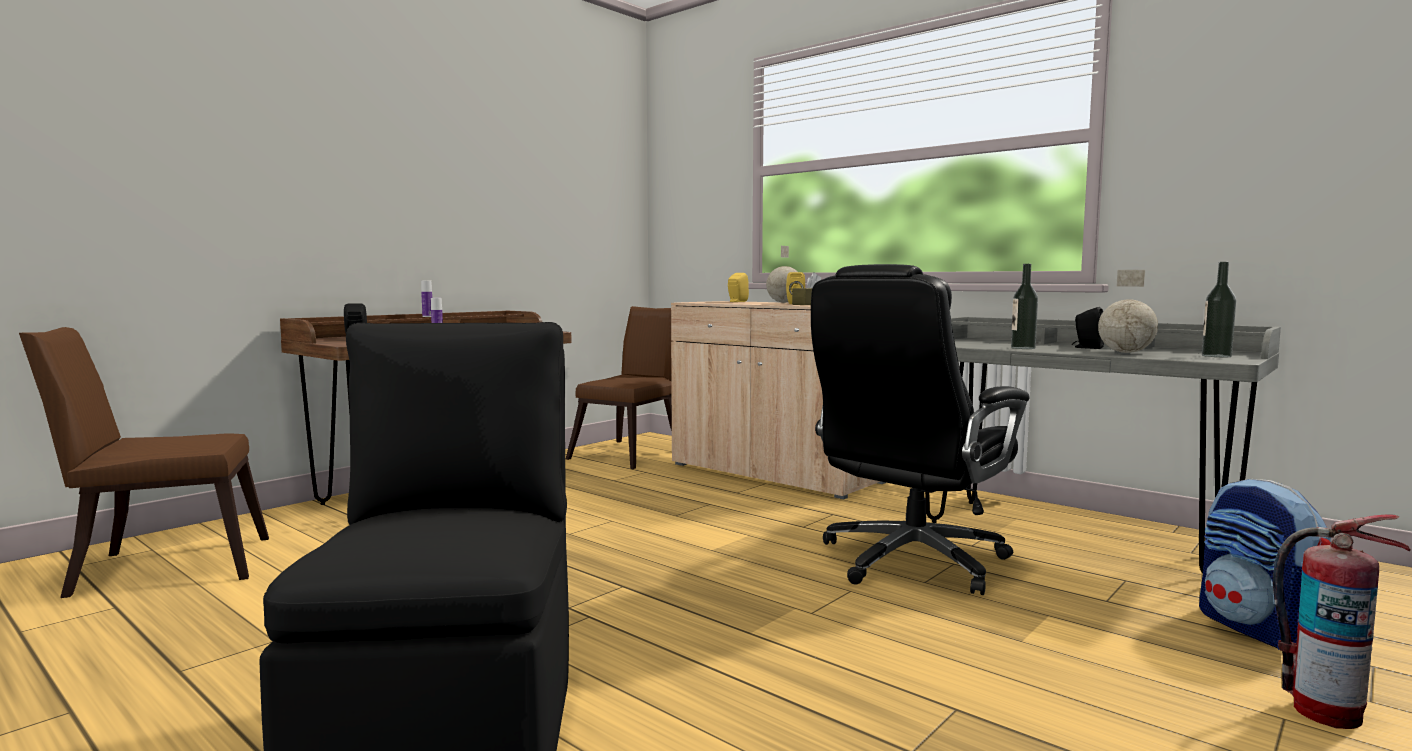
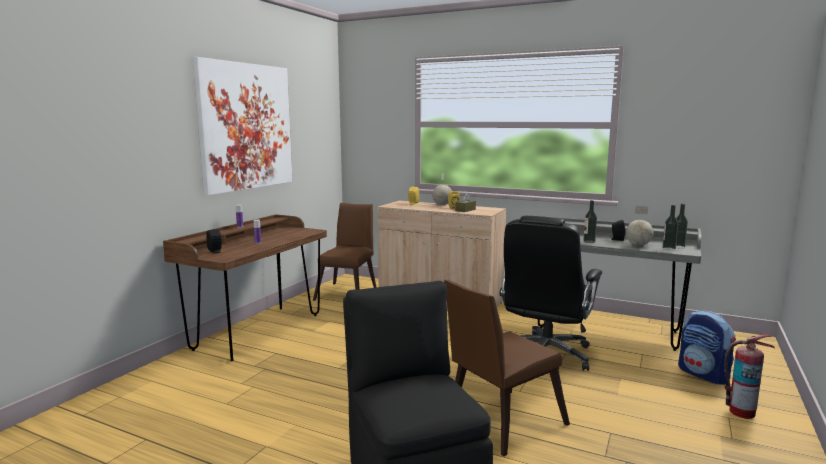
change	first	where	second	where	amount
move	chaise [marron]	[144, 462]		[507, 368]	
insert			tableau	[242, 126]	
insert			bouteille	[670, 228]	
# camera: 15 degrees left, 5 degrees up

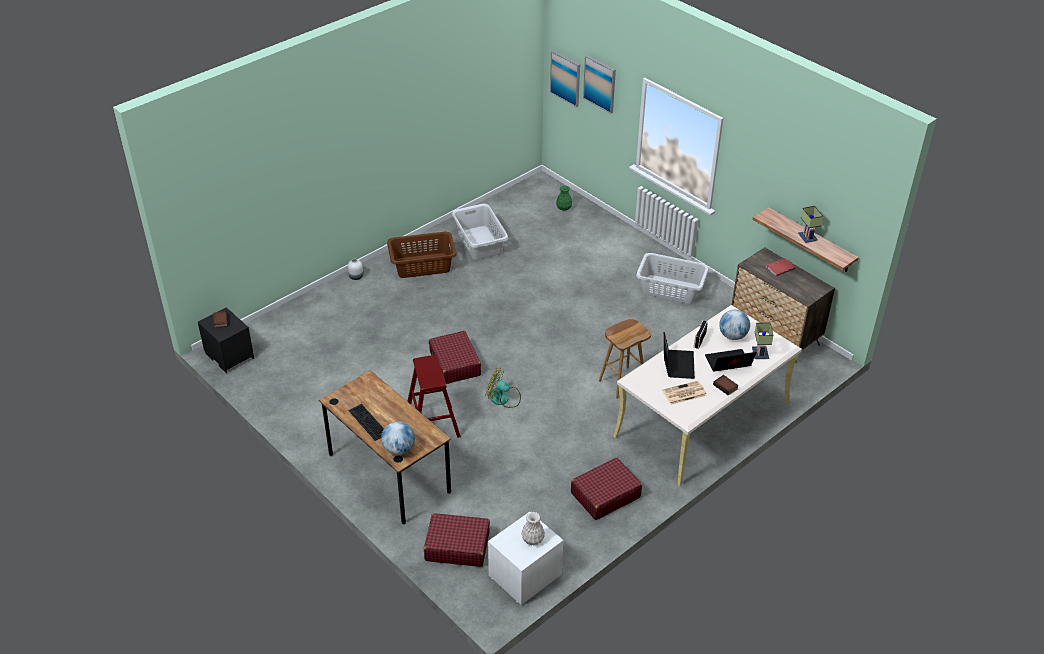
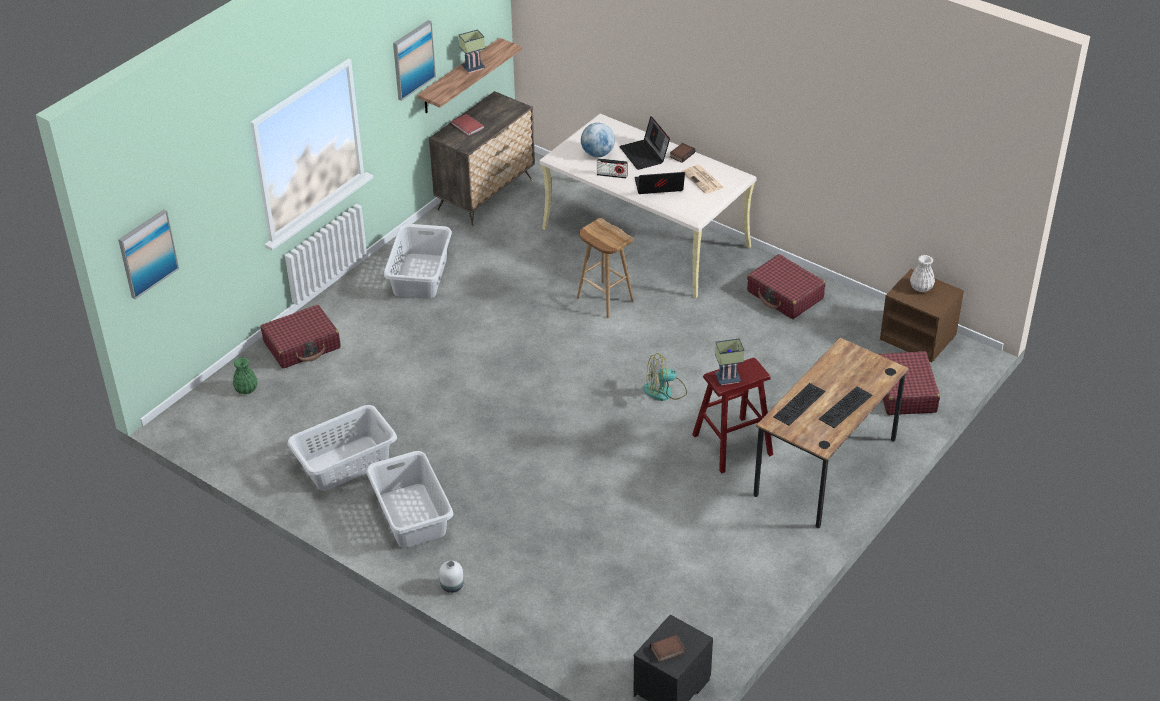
change	first	where	second	where	amount
delete	globe	[398, 438]			
recolor	panier à linge [marron]	[422, 255]	panier à linge [gris]	[409, 499]	
move	valise [rouge]	[455, 357]		[300, 337]	
rotate	ventilateur	[503, 387]		[665, 377]	75 degrees clockwise
recolor	table de chevet [blanc]	[525, 558]	table de chevet [marron]	[922, 315]	
move	tableau	[599, 84]		[414, 60]	
move	lampe de table	[763, 341]		[729, 361]	
insert			clavier	[799, 404]	
# camera: 100 degrees left, 0 degrees up

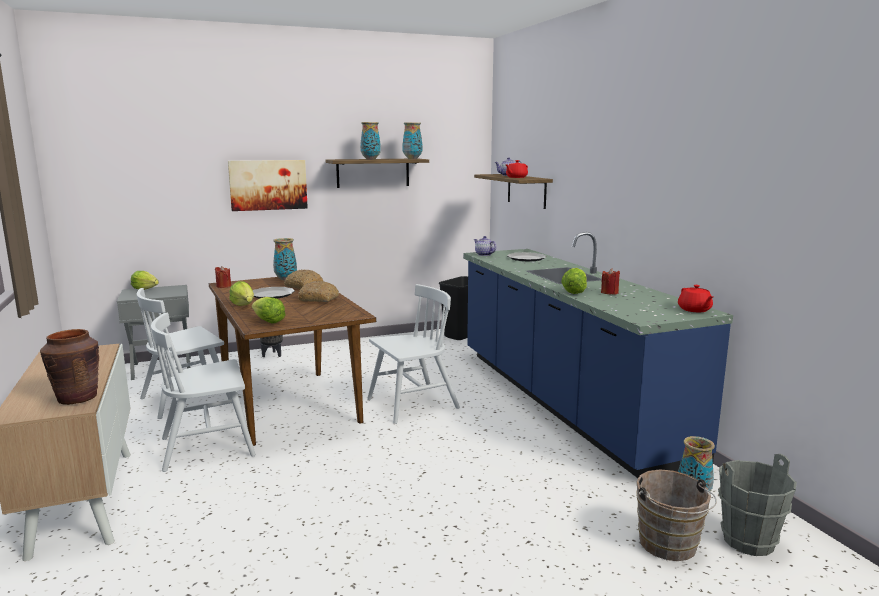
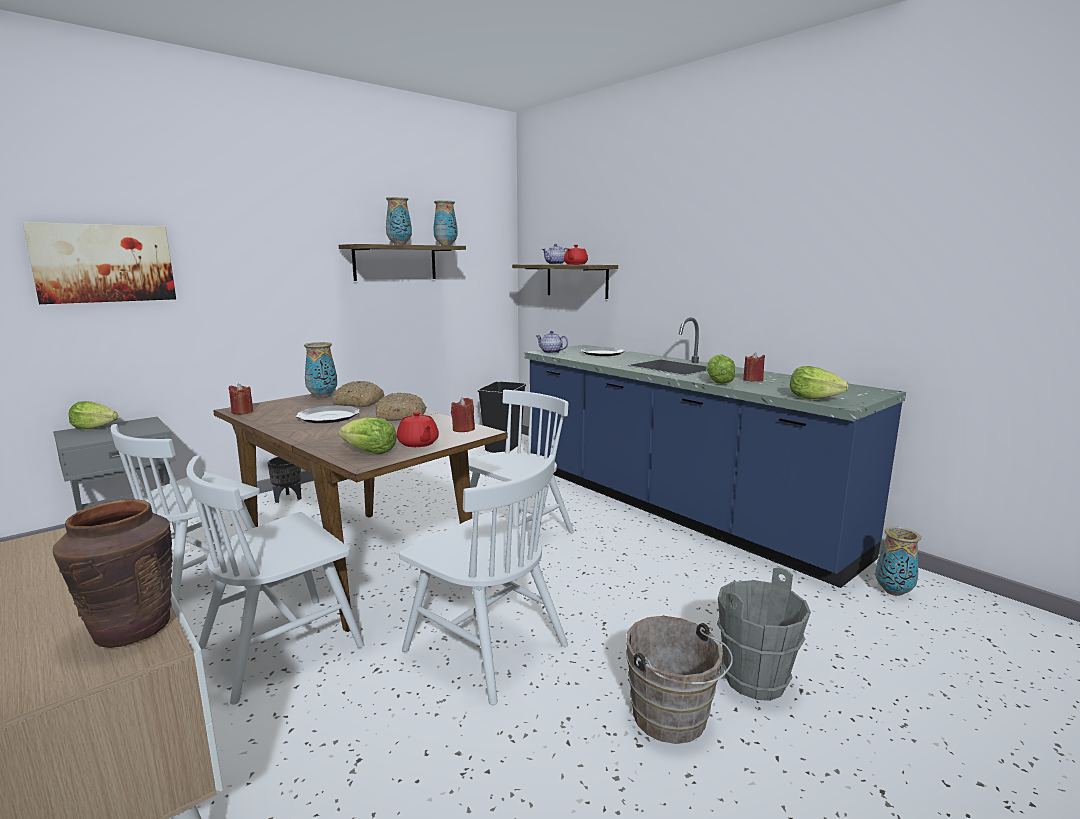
change	first	where	second	where	amount
move	tableau	[268, 185]		[99, 263]	
move	laitue	[241, 293]		[819, 382]	
move	seau [marron]	[676, 515]		[679, 680]	
move	théière [rouge]	[695, 298]		[417, 429]	
move	seau [gris]	[757, 505]		[764, 634]	
insert			chaise [blanc]	[483, 580]	
insert			bougie [rouge]	[463, 414]	
# camera: 20 degrees left, 0 degrees up

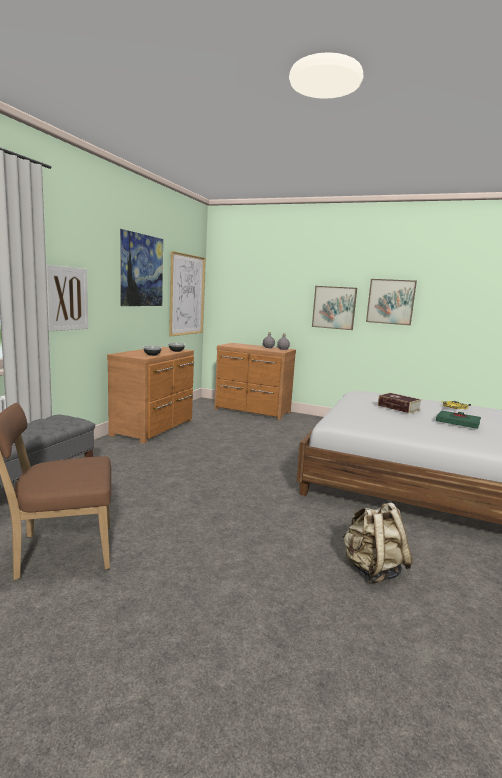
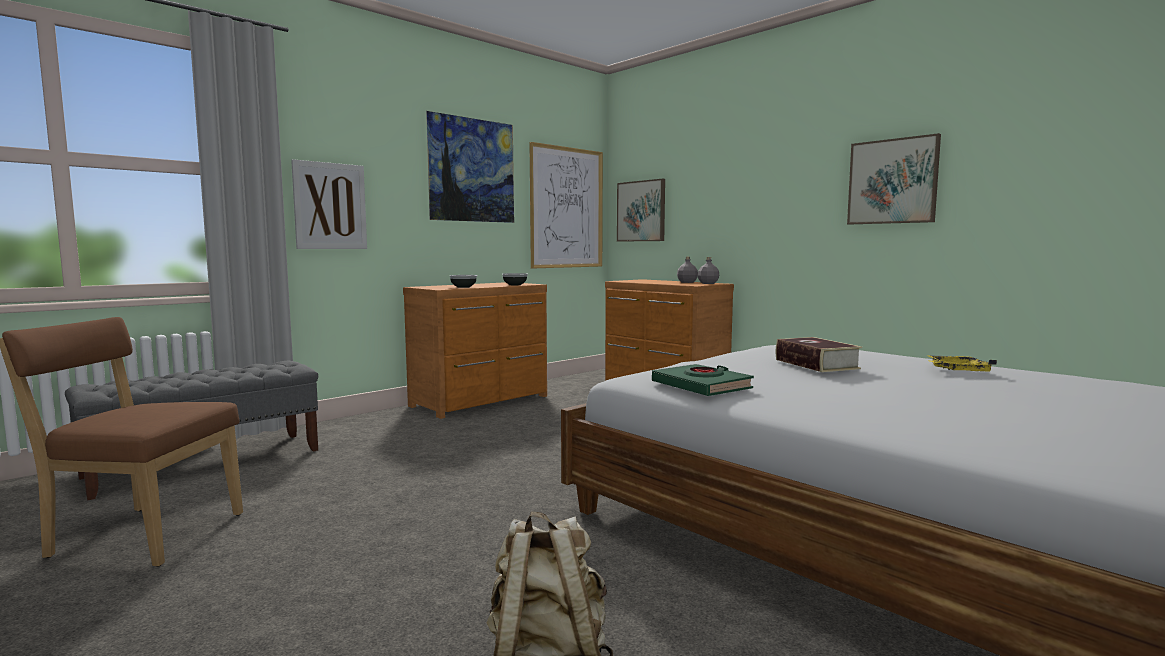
change	first	where	second	where	amount
move	tableau	[334, 308]		[641, 210]	
move	livre [vert]	[458, 419]		[703, 380]	
# camera: 25 degrees right, 5 degrees down

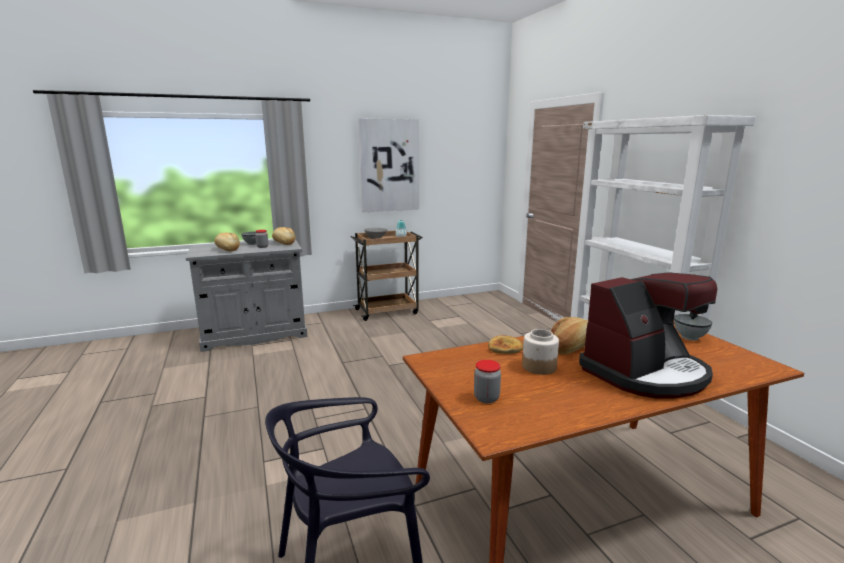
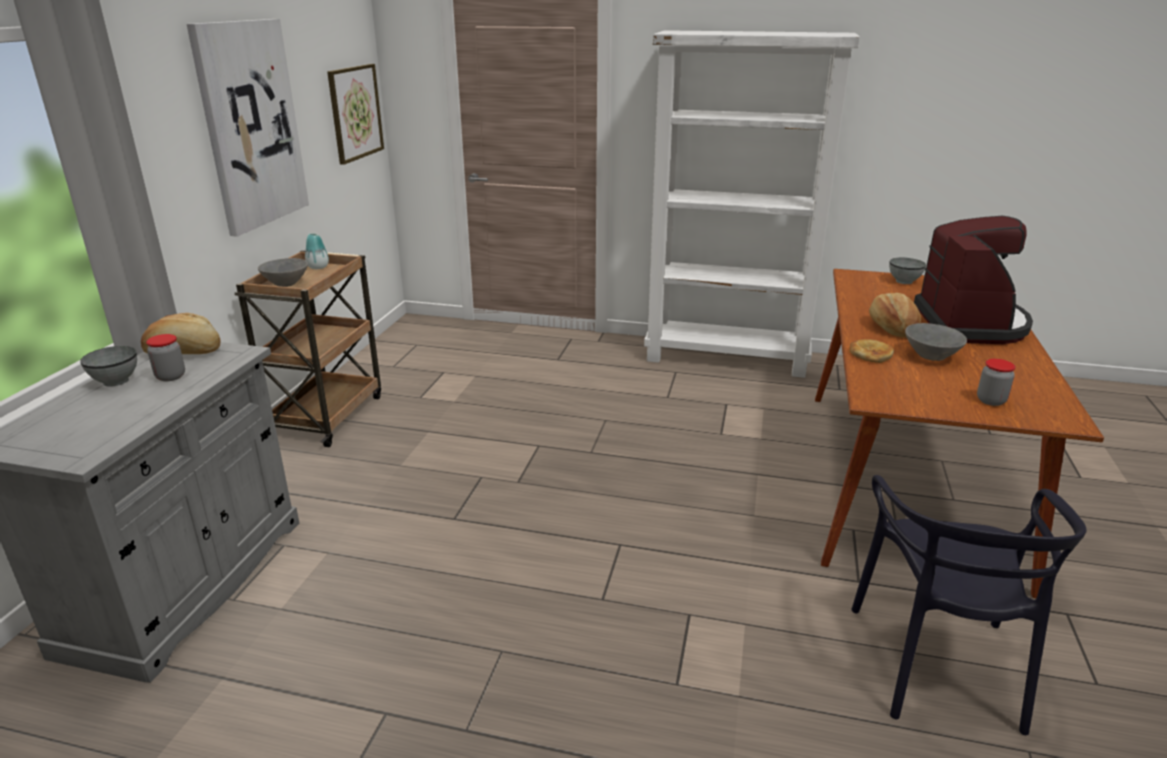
change	first	where	second	where	amount
delete	pain	[227, 242]			
replace	bocal	[540, 352]	bol [gris]	[936, 342]	
insert			tableau	[355, 114]	
# camera: 55 degrees left, 10 degrees up

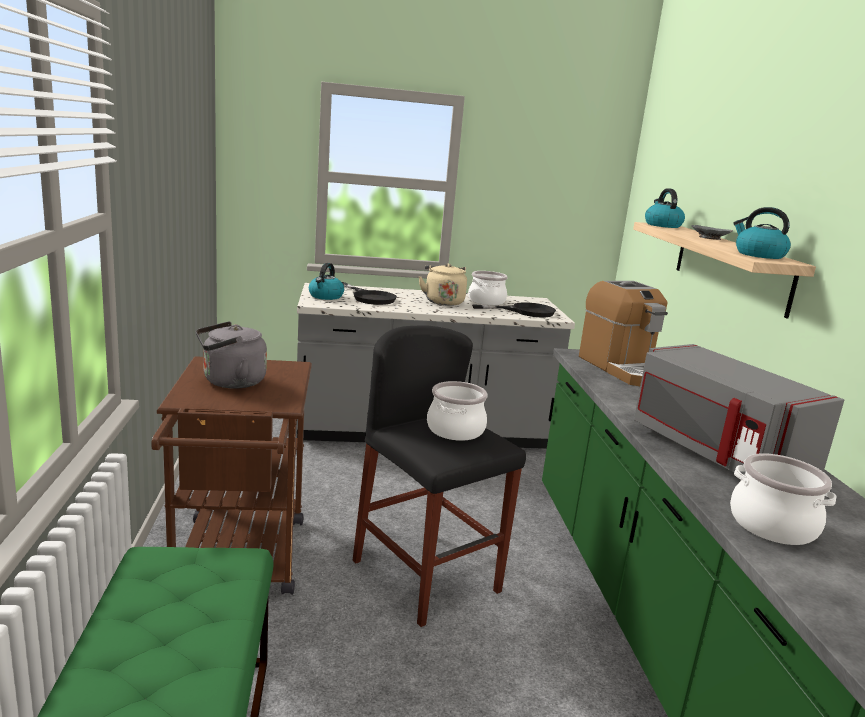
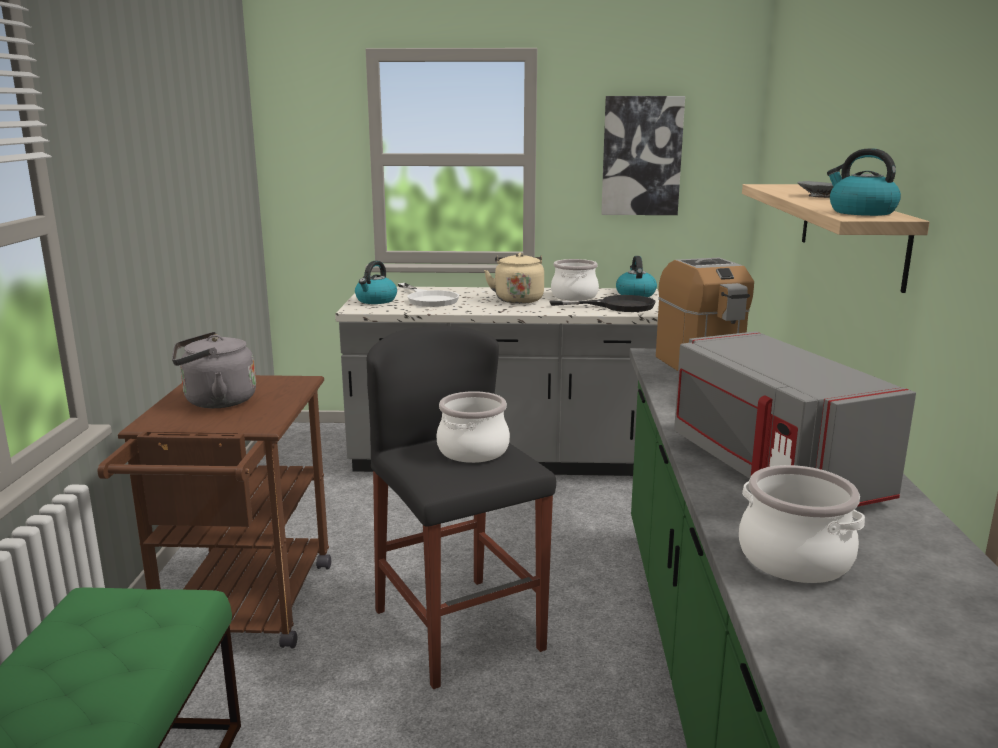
change	first	where	second	where	amount
recolor	poêle [noir]	[369, 293]	poêle [blanc]	[428, 295]	
move	bouilloire	[665, 208]		[636, 276]	
insert			tableau	[643, 155]	
# camera: 10 degrees right, 0 degrees up

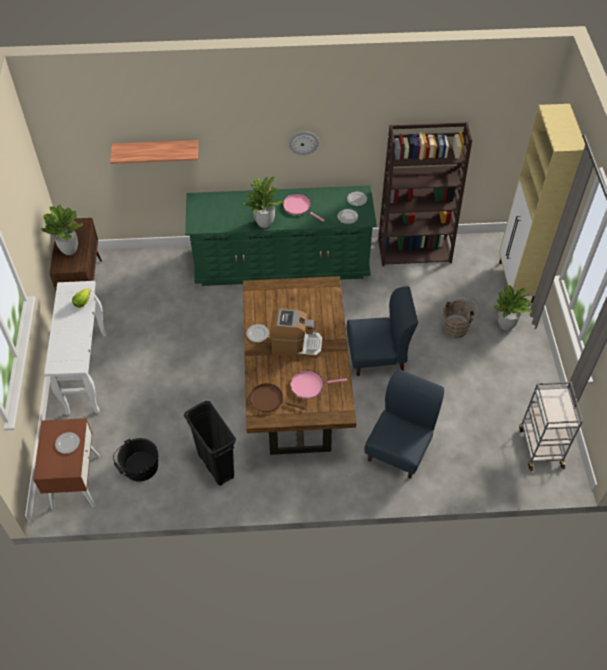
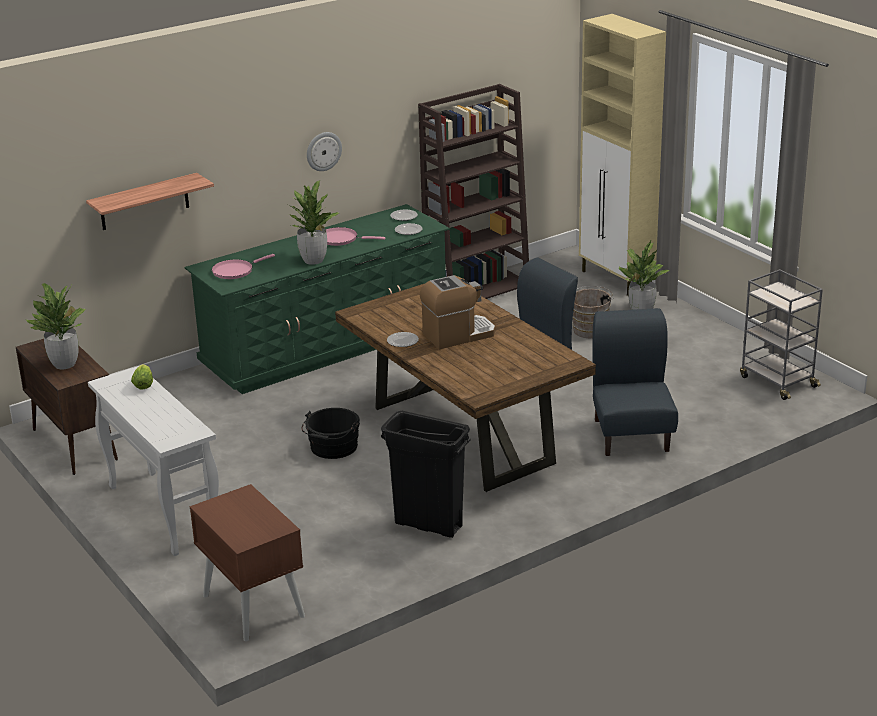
change	first	where	second	where	amount
delete	assiette	[67, 443]			
move	seau [noir]	[135, 460]		[330, 433]	
delete	poêle [marron]	[278, 397]			
move	poêle [rose]	[318, 385]		[243, 266]	
# camera: 30 degrees left, 25 degrees down

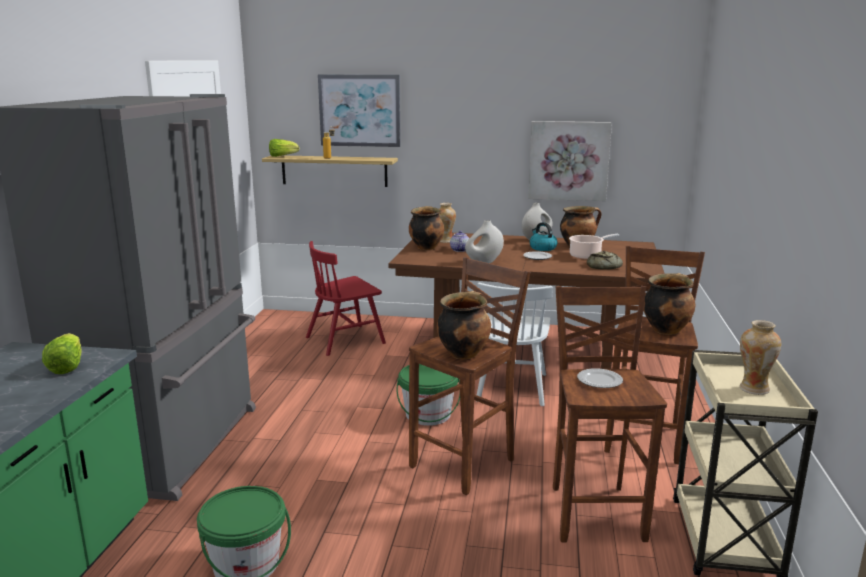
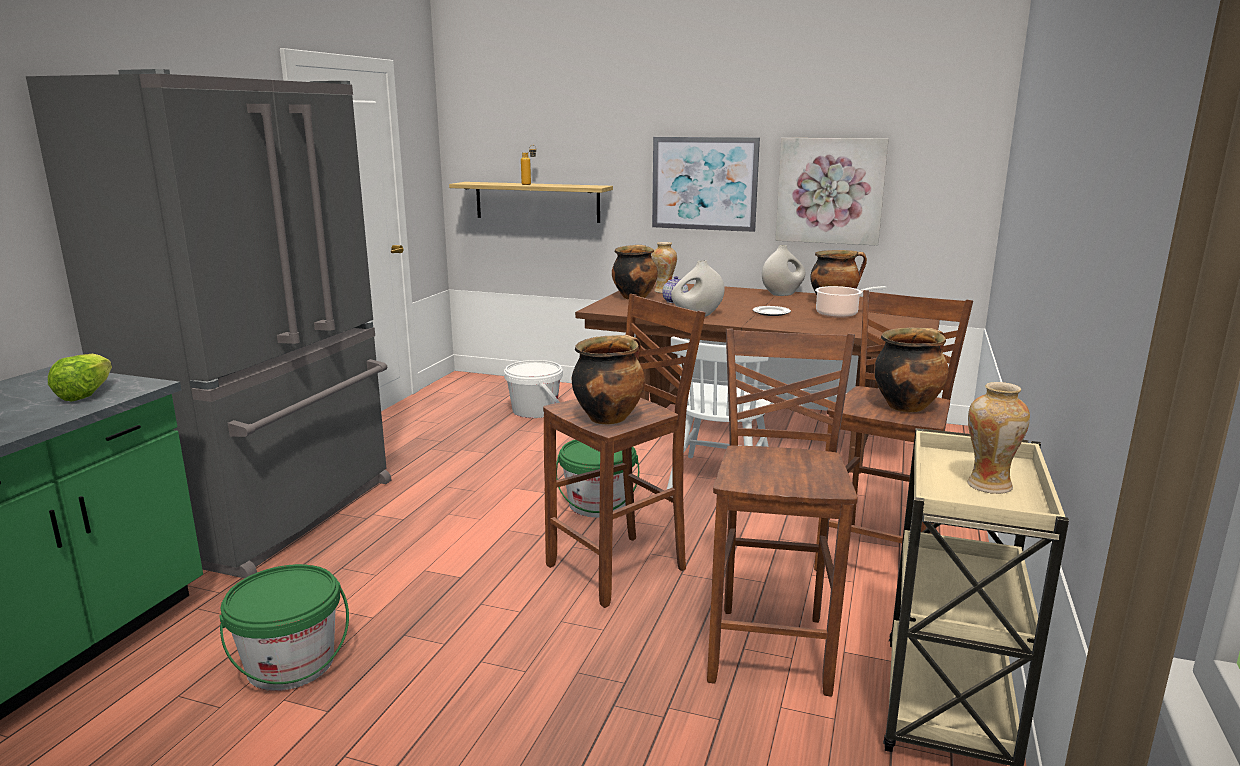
change	first	where	second	where	amount
delete	laitue	[284, 148]			
replace	chaise [rouge]	[346, 298]	seau [blanc]	[533, 389]	
move	tableau	[359, 110]		[706, 184]	
delete	bouilloire	[543, 236]			
delete	assiette	[600, 378]			
delete	pain	[605, 260]			
# camera: 10 degrees right, 0 degrees up

